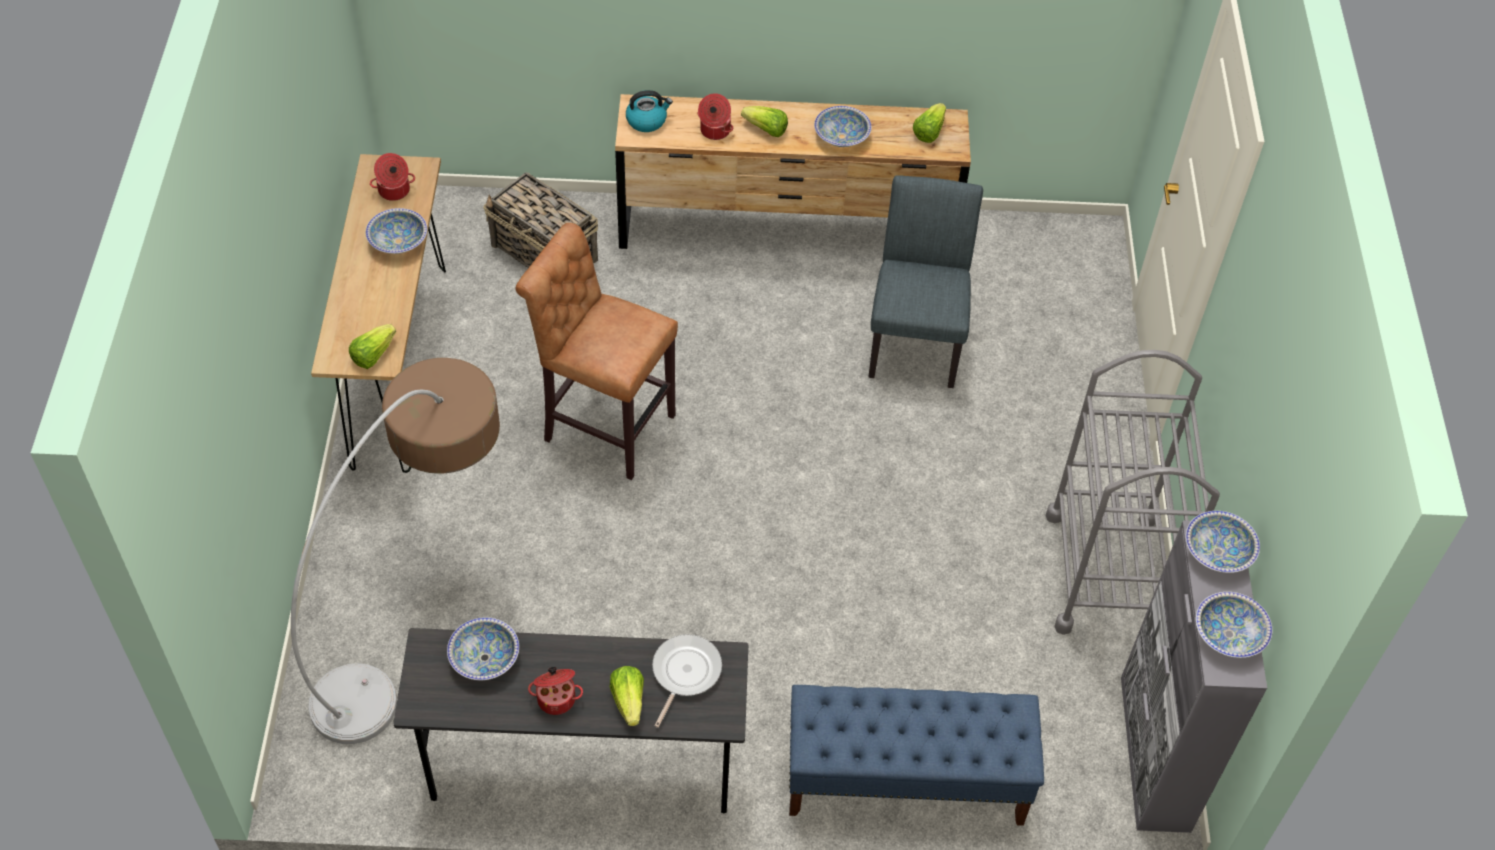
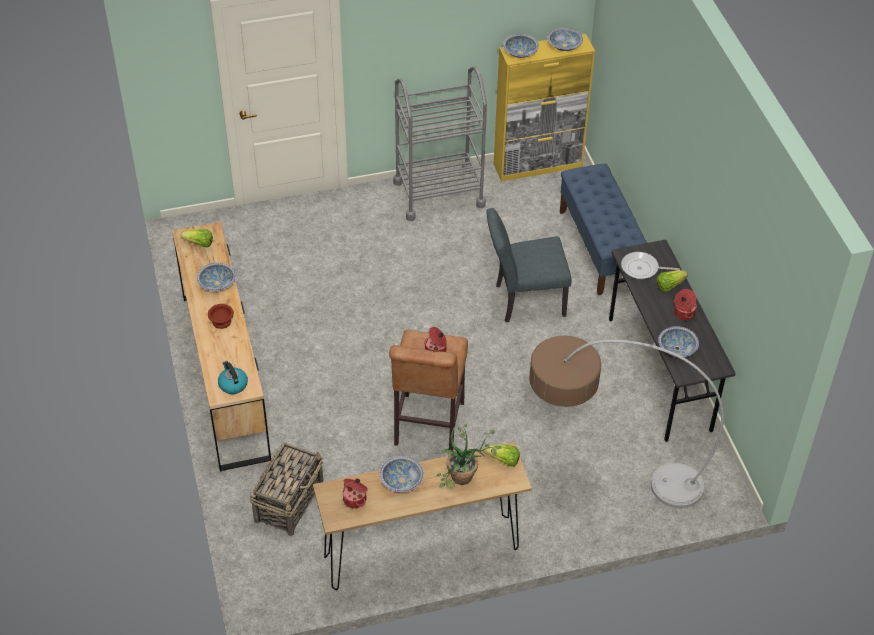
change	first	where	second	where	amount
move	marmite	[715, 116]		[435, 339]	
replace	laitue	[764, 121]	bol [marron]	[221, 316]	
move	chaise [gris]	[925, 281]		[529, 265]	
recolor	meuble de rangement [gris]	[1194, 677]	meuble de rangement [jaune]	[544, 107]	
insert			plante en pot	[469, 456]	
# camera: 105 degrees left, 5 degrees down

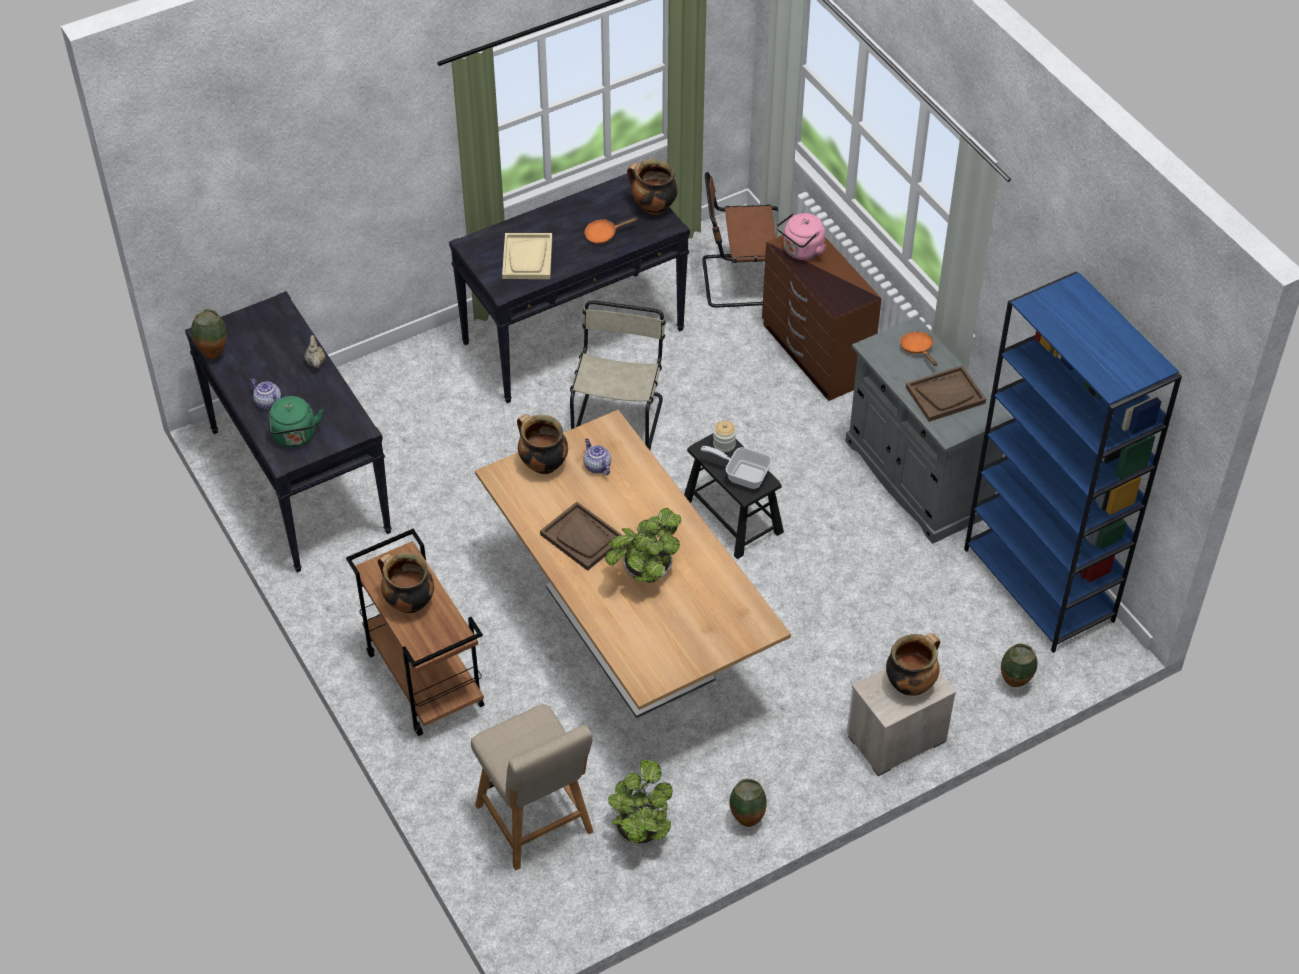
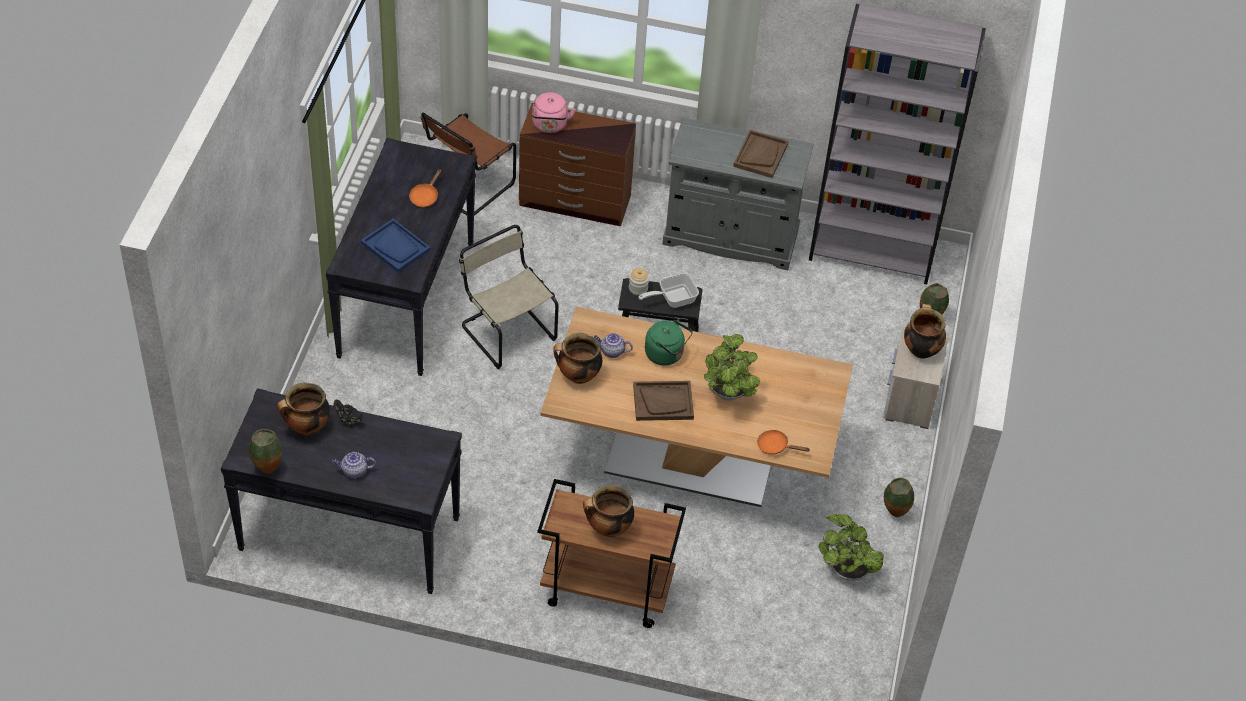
change	first	where	second	where	amount
move	bouilloire [vert]	[295, 422]		[669, 343]	
recolor	théière [beige]	[314, 351]	théière [noir]	[348, 412]	
delete	chaise [beige]	[532, 787]			
recolor	plateau [beige]	[527, 256]	plateau [bleu]	[395, 246]	
move	marmite	[652, 187]		[303, 409]	
move	poêle [orange]	[918, 349]		[783, 442]	
recolor	bibliothèque [bleu]	[1073, 462]	bibliothèque [gris]	[897, 143]	
# camera: 50 degrees left, 0 degrees up

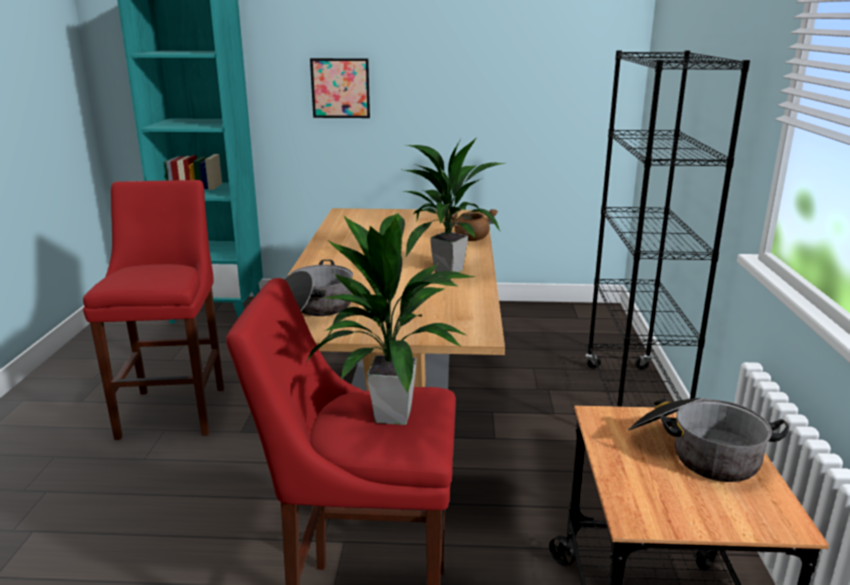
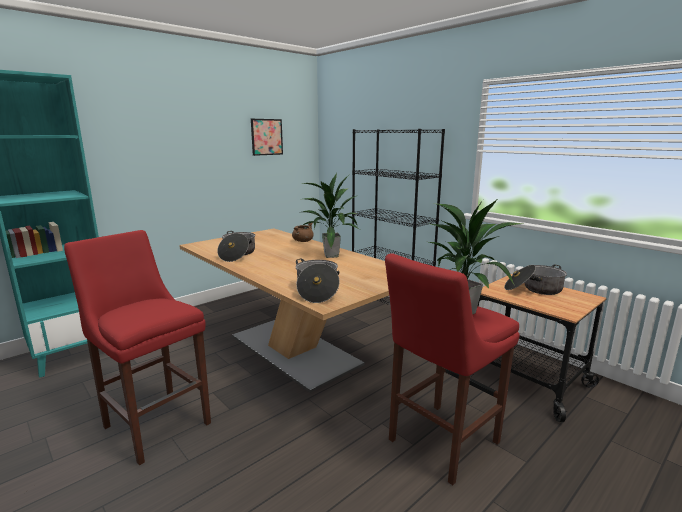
change	first	where	second	where	amount
move	tableau	[340, 88]		[267, 137]	
insert			marmite	[236, 246]	
# camera: 45 degrees left, 5 degrees down

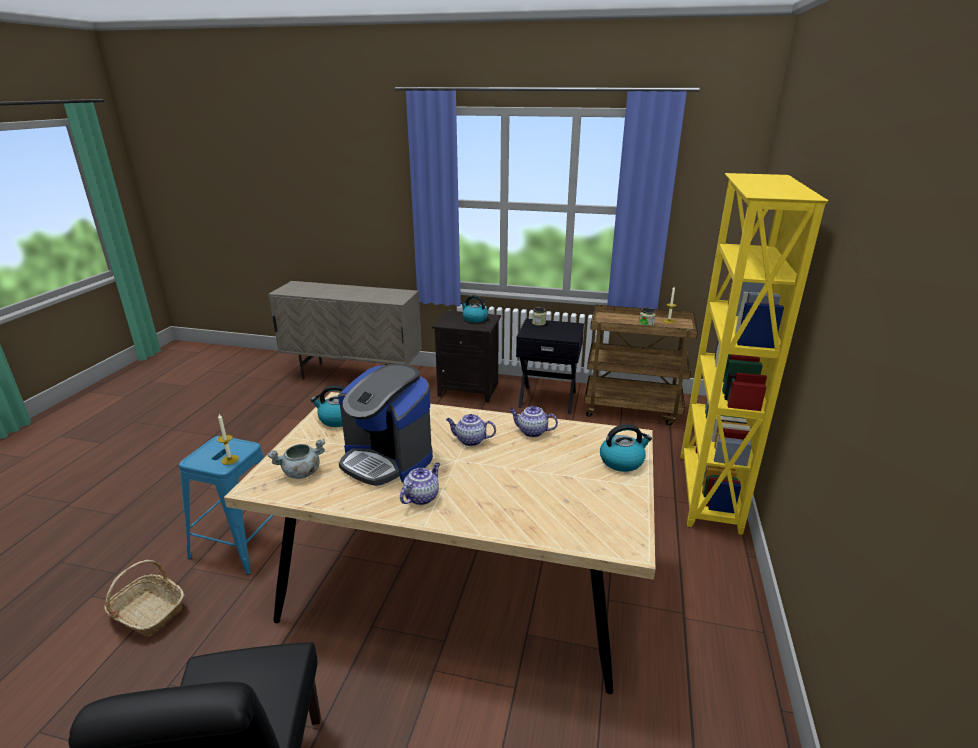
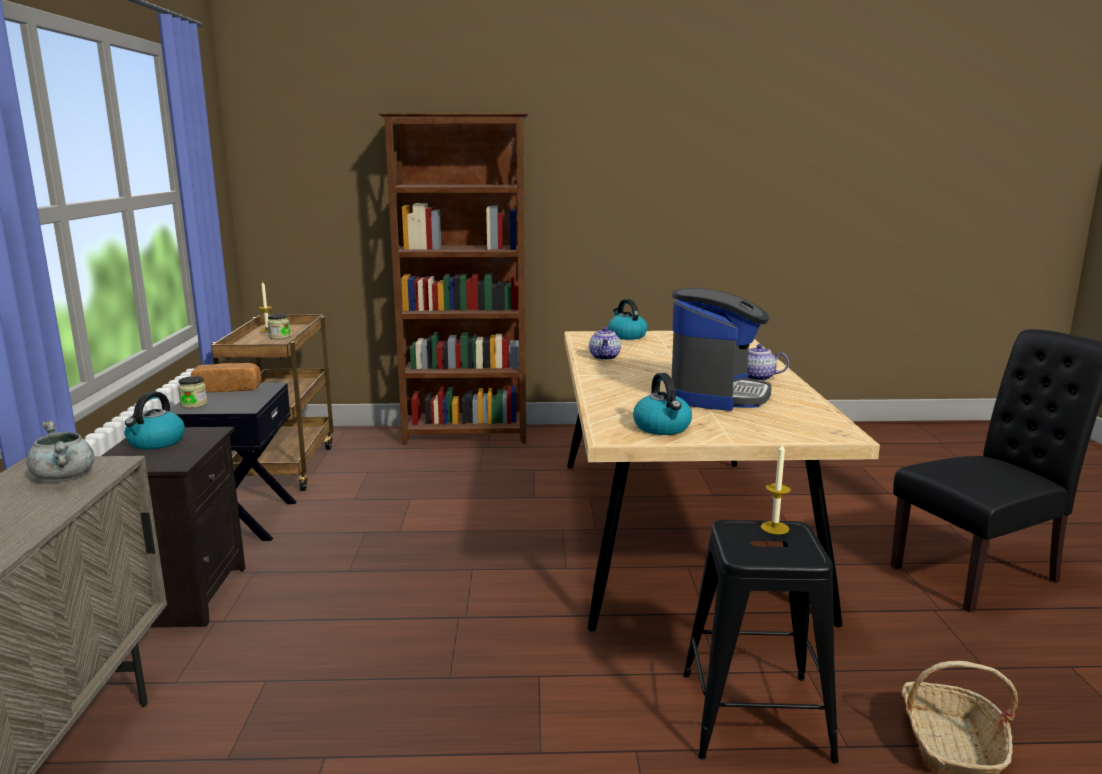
change	first	where	second	where	amount
recolor	tabouret [bleu]	[226, 505]	tabouret [noir]	[761, 642]	
move	marmite [gris]	[296, 459]		[60, 450]	
delete	théière	[471, 430]			
recolor	bibliothèque [jaune]	[754, 354]	bibliothèque [marron]	[453, 279]	
insert			pain	[226, 377]	
# camera: 105 degrees left, 10 degrees down

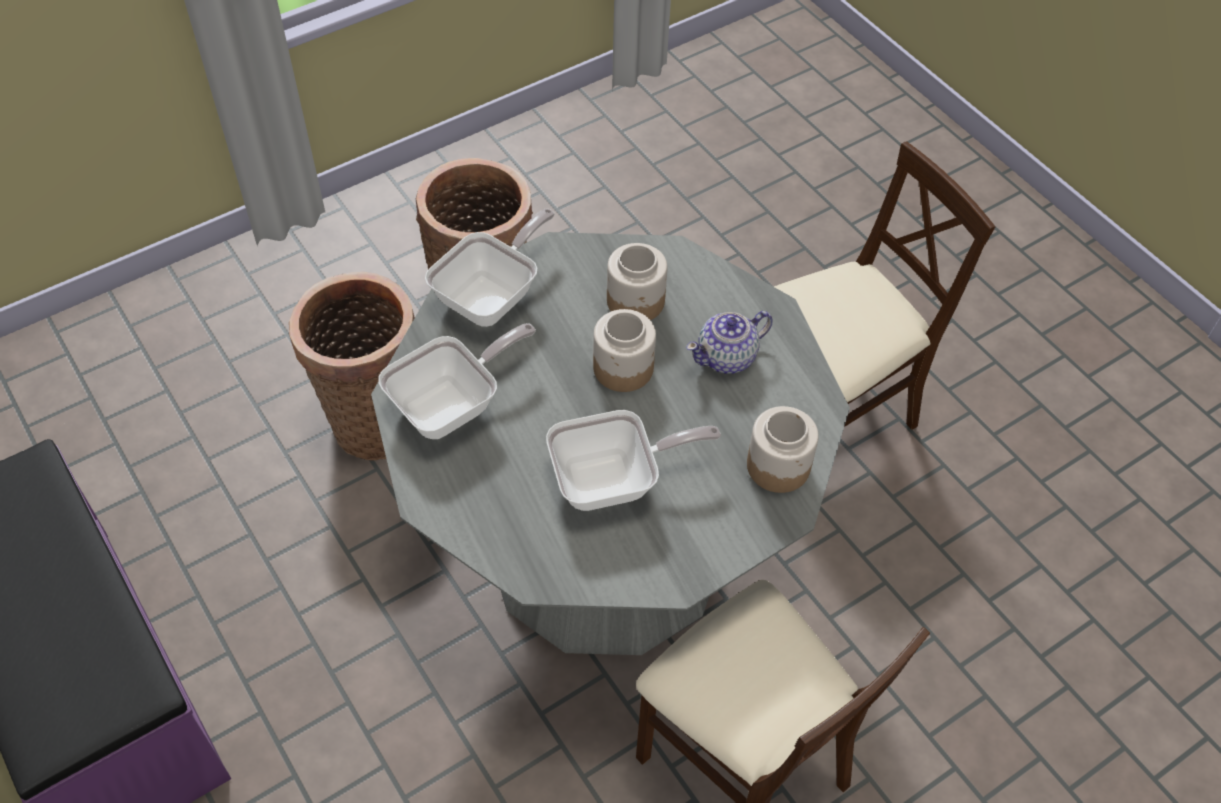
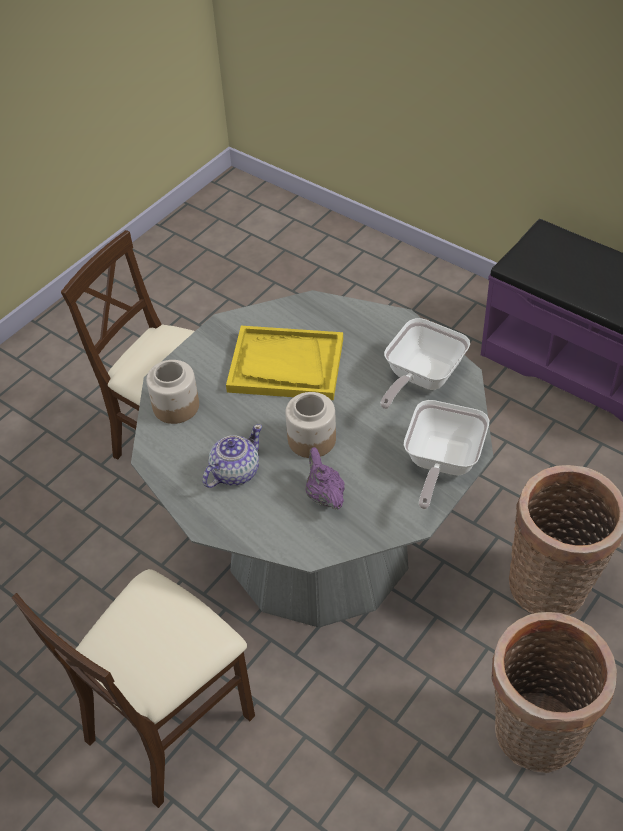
change	first	where	second	where	amount
replace	poêle	[633, 460]	plateau [jaune]	[284, 363]	
replace	bocal	[637, 281]	théière [violet]	[325, 478]	
# camera: 165 degrees right, 5 degrees down

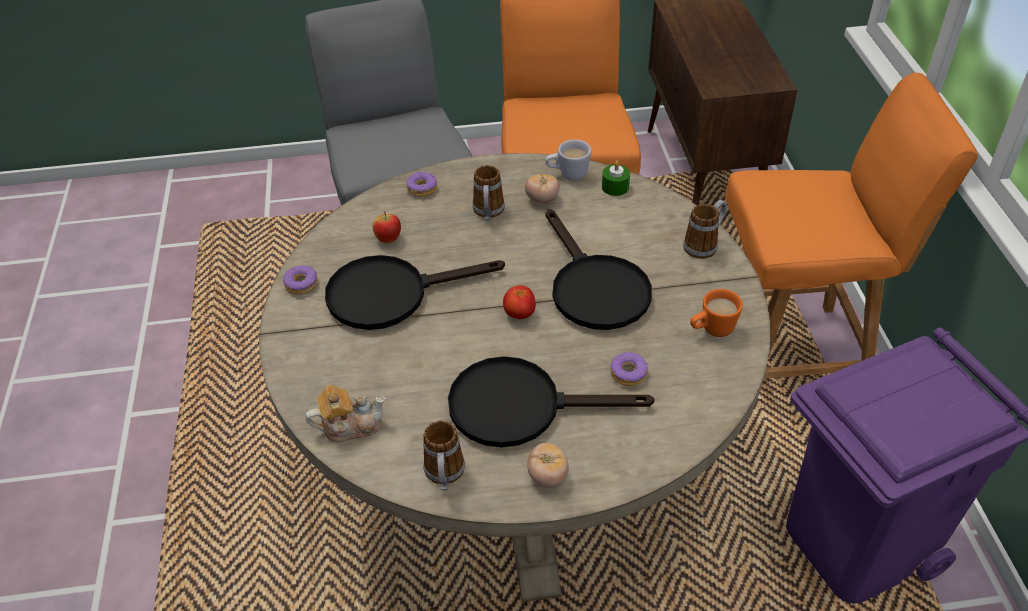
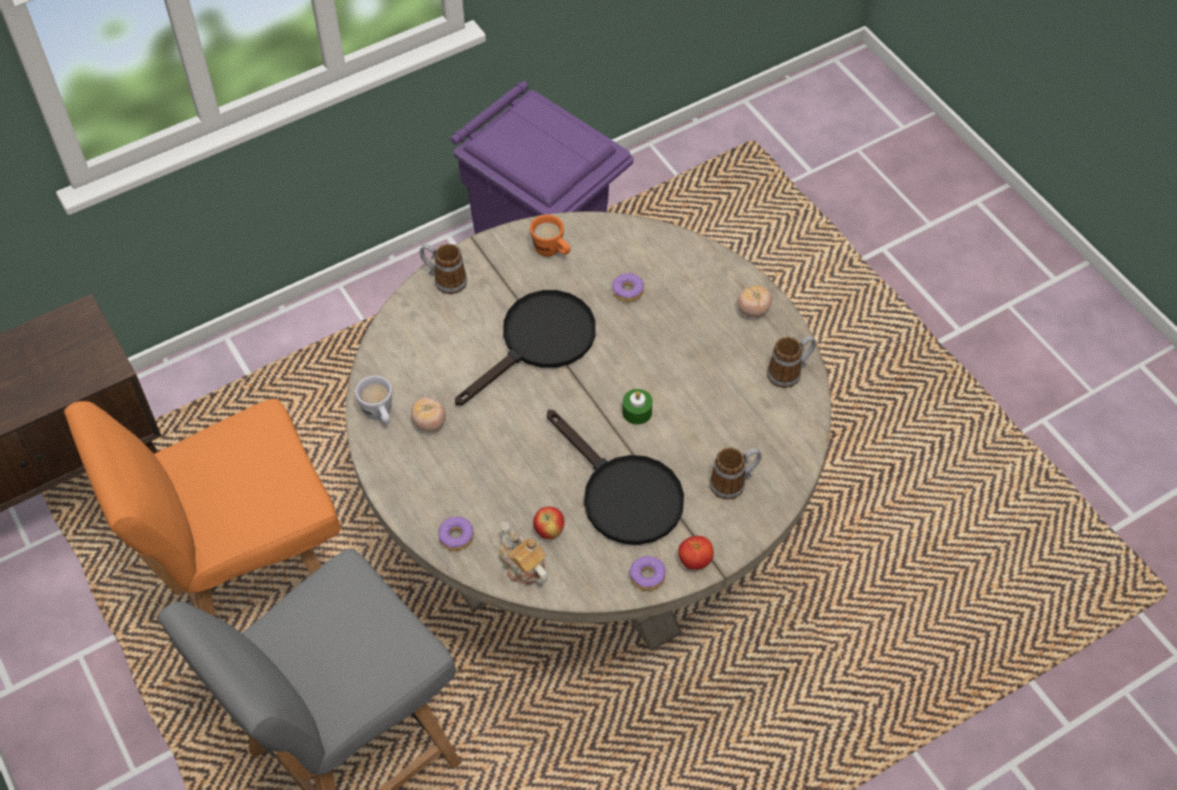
change	first	where	second	where	amount
move	théière	[345, 413]		[523, 554]	
delete	poêle [noir]	[551, 402]			
move	mug	[488, 193]		[735, 473]	
move	tomate	[519, 302]		[696, 553]	
move	bougie [vert]	[616, 178]		[637, 407]	
delete	chaise [orange]	[851, 226]			
# camera: 115 degrees left, 10 degrees up

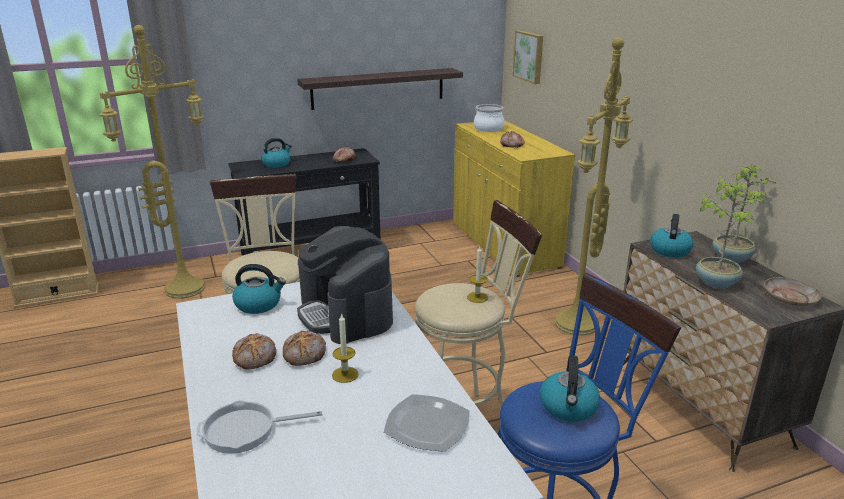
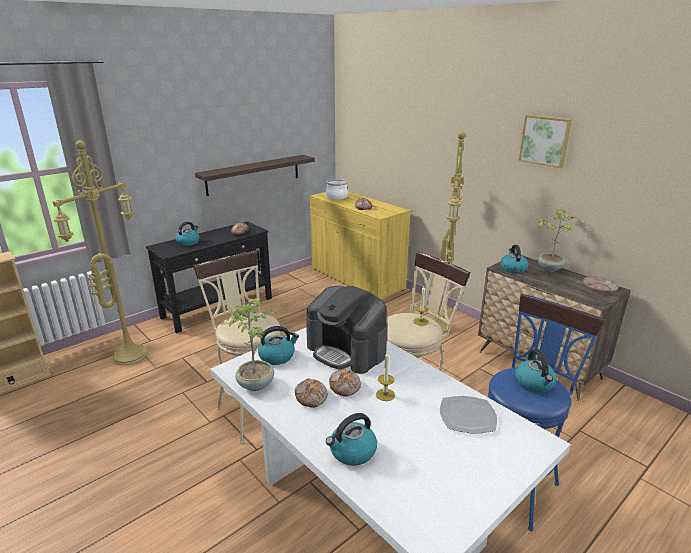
change	first	where	second	where	amount
replace	poêle	[259, 427]	bouilloire	[351, 439]	
move	tableau	[528, 57]		[545, 141]	
move	plante en pot	[730, 235]		[251, 344]	
# camera: 20 degrees left, 0 degrees up

